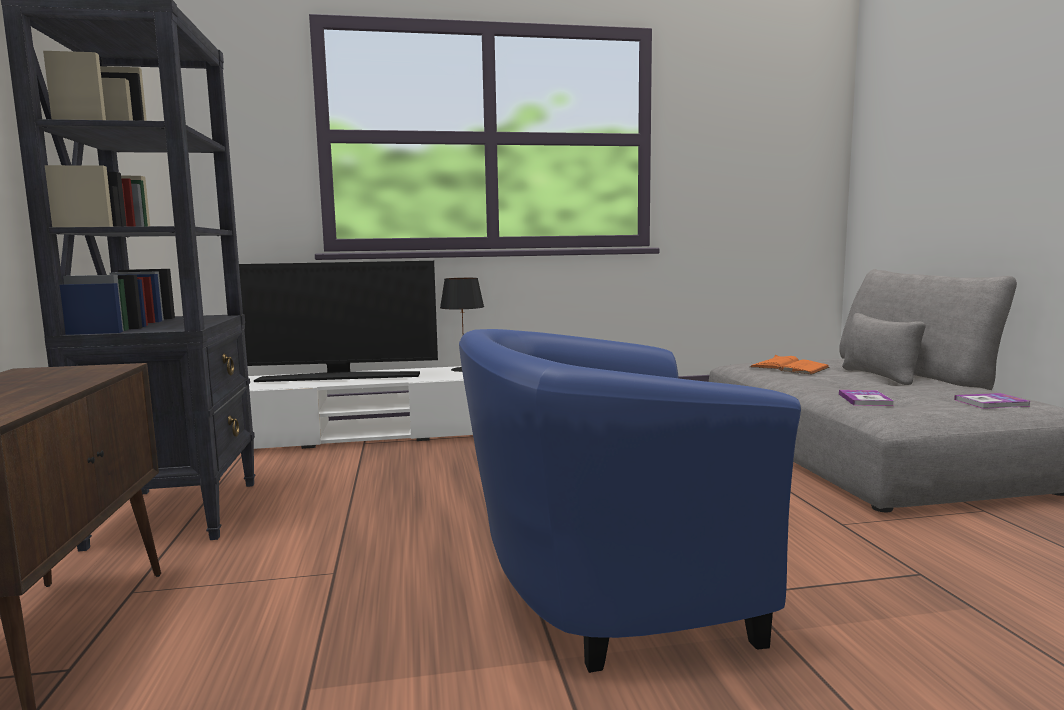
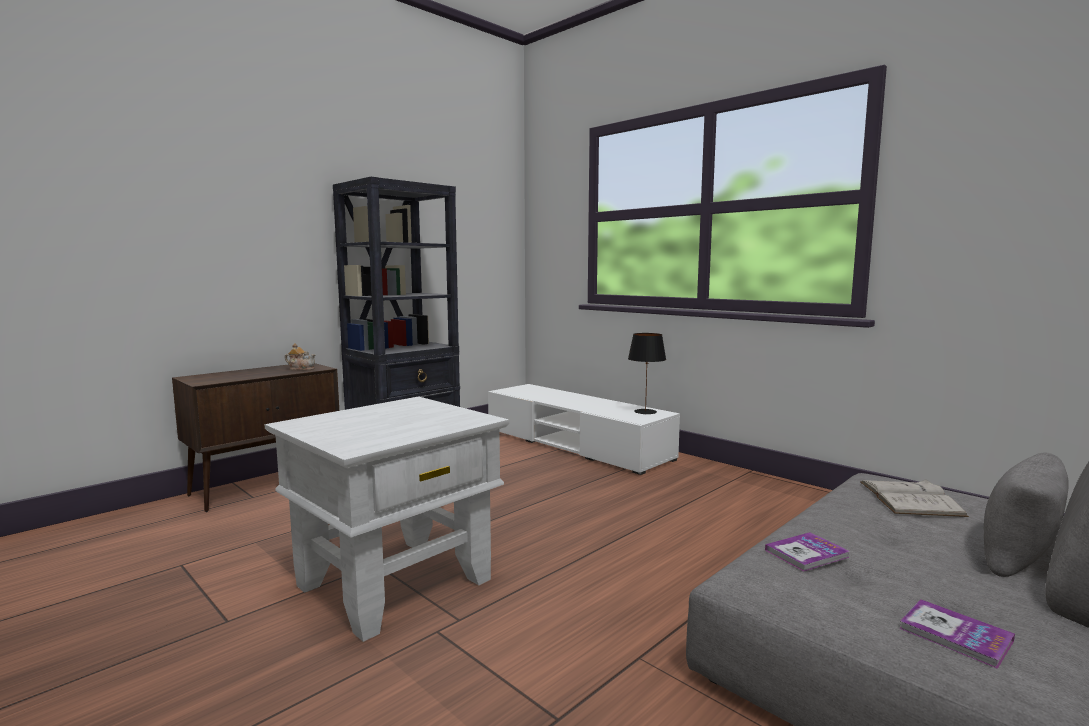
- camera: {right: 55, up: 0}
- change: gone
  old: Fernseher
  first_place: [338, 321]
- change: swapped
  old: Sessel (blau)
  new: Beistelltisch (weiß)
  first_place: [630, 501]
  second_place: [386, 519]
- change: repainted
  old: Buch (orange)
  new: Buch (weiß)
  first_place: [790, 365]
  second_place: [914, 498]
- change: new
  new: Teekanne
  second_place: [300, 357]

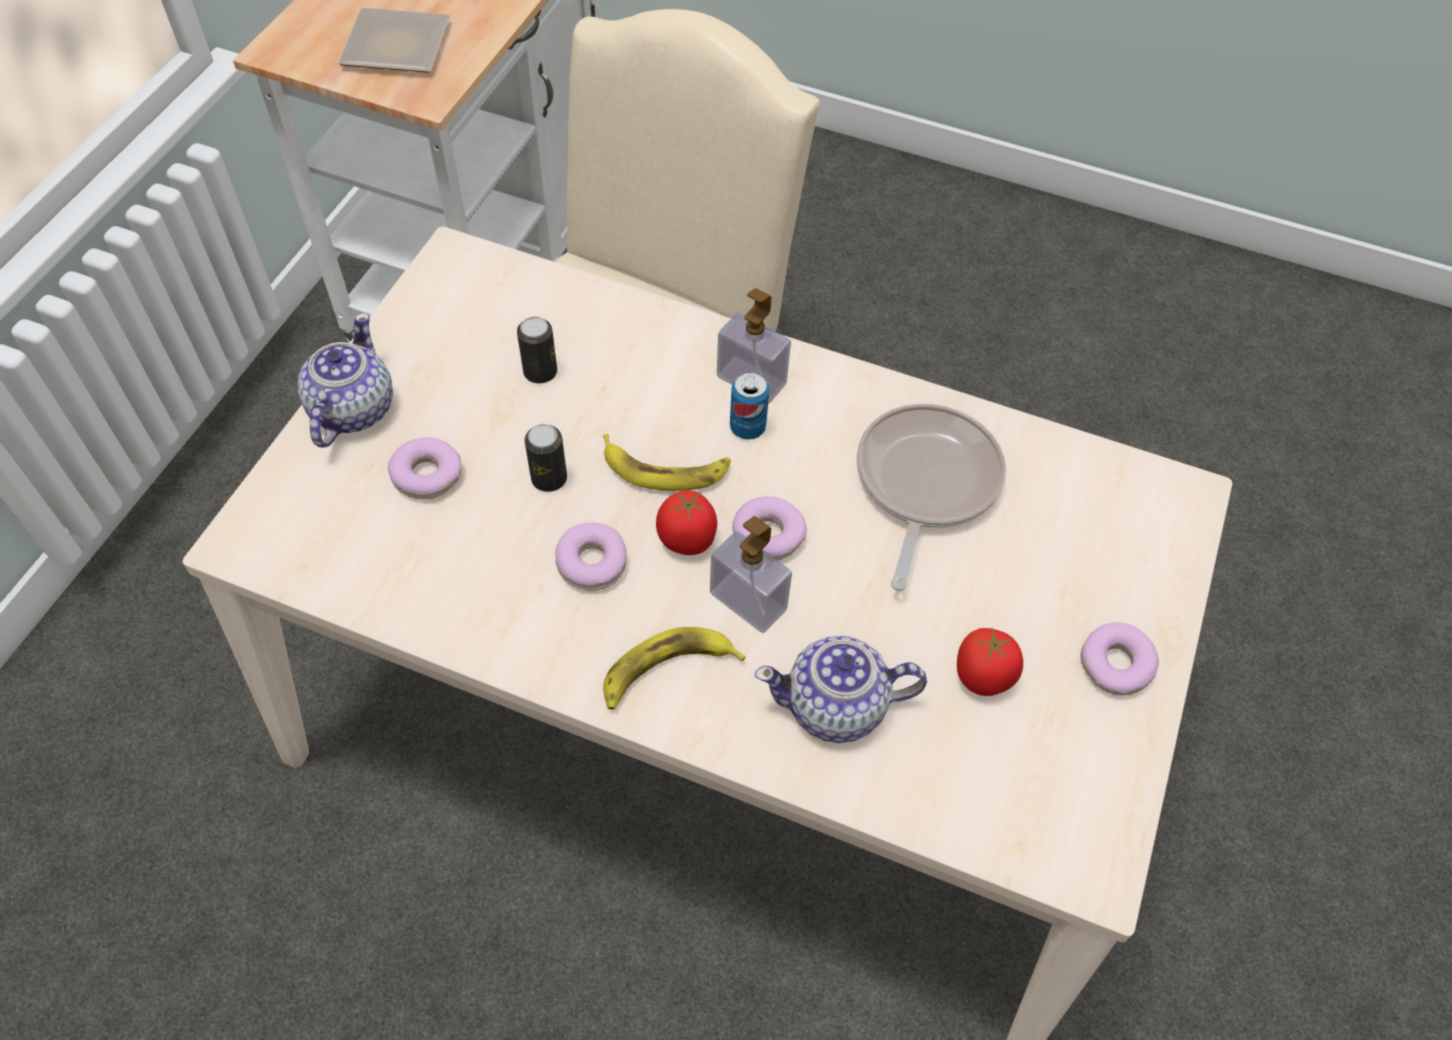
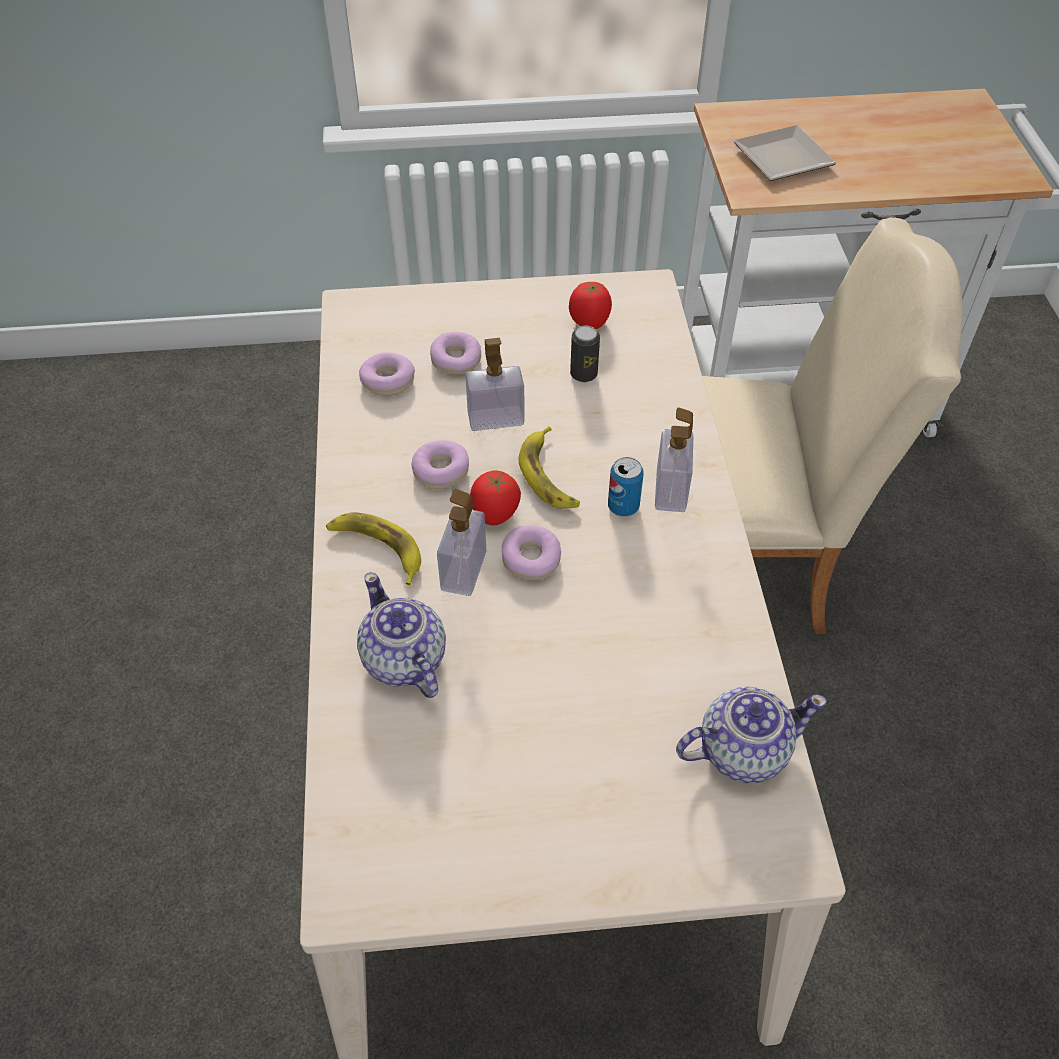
- camera: {right: 65, up: -5}
- change: shifted
  old: Teekanne
  first_place: [345, 380]
  second_place: [751, 734]
- change: gone
  old: Pfanne
  first_place: [931, 497]
- change: swapped
  old: Dose
  new: Seifenspender
  first_place: [546, 458]
  second_place: [495, 384]
- change: shifted
  old: Donut
  first_place: [1119, 659]
  second_place: [387, 374]
- change: shifted
  old: Tomate
  first_place: [990, 662]
  second_place: [590, 305]

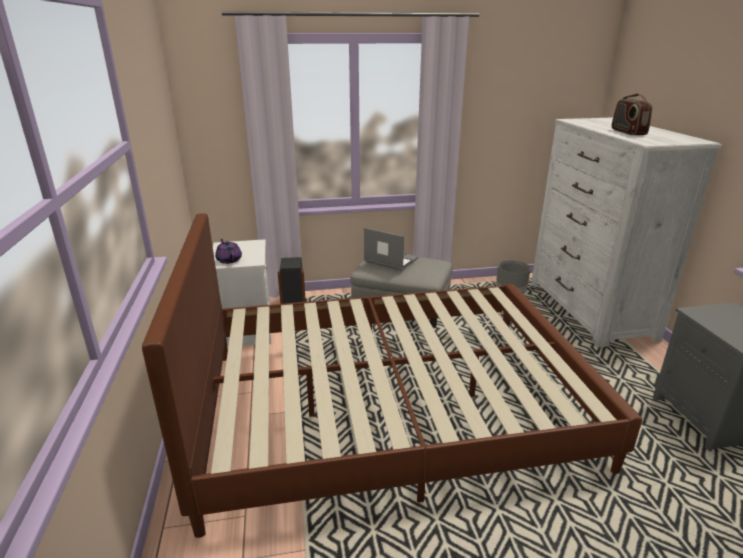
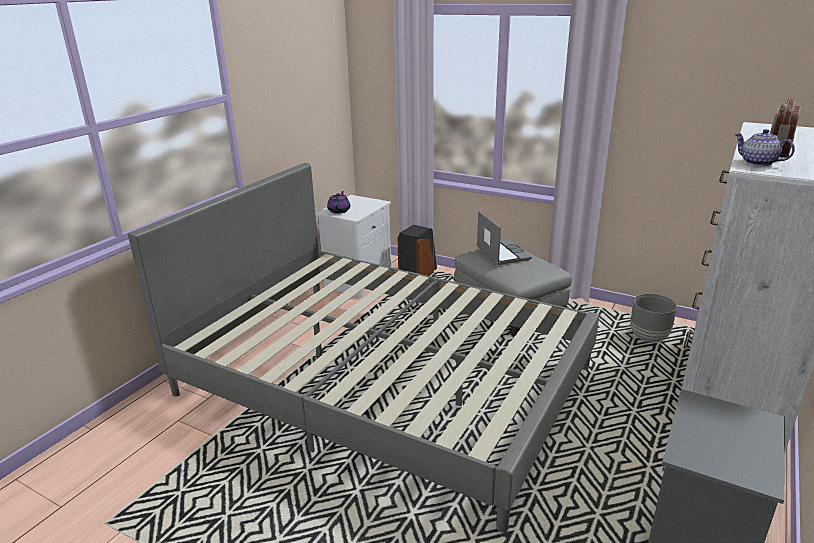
- camera: {right: 40, up: 0}
- change: repainted
  old: Bett (braun)
  new: Bett (grau)
  first_place: [392, 375]
  second_place: [363, 348]
- change: new
  new: Teekanne
  second_place: [765, 147]

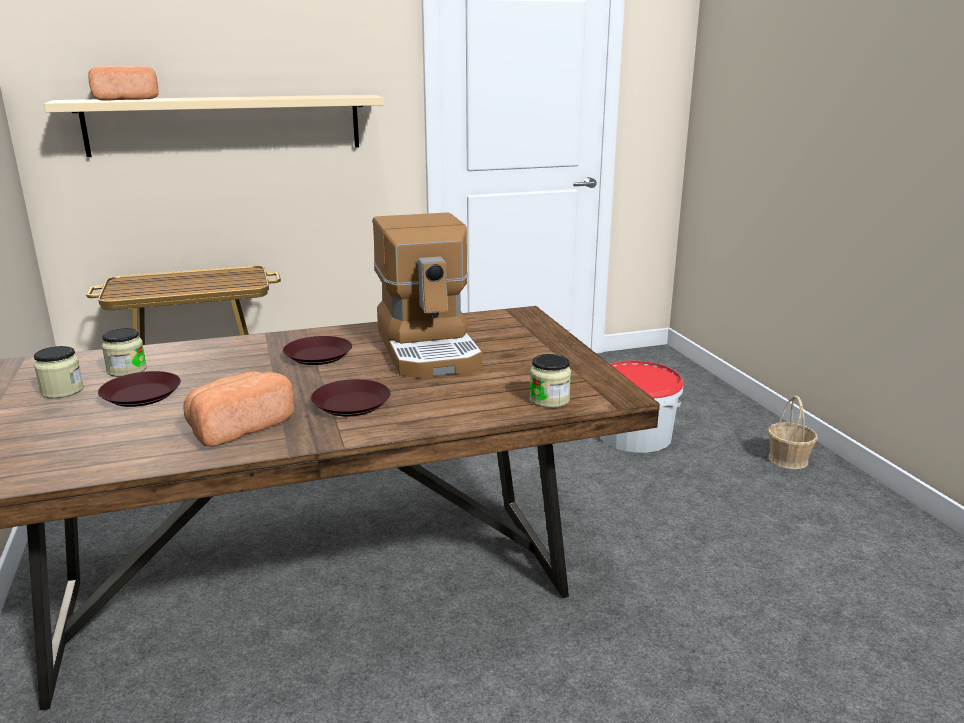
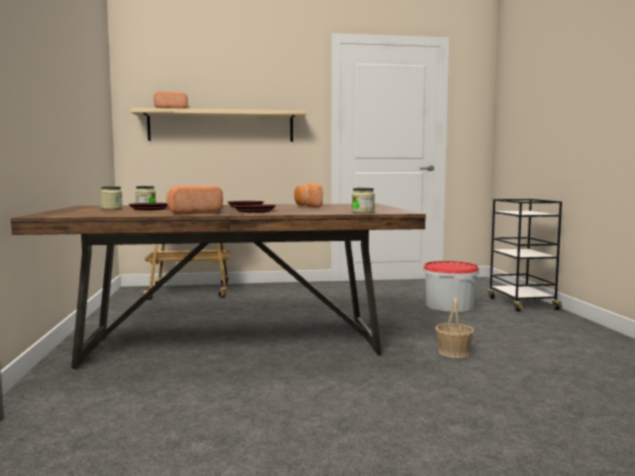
- camera: {right: 10, up: -15}
- change: swapped
  old: Kaffeemaschine
  new: Brot
  first_place: [427, 295]
  second_place: [308, 196]
- change: shifted
  old: Korb
  first_place: [793, 432]
  second_place: [455, 328]
- change: new
  new: Rollwagen (schwarz)
  second_place: [525, 255]

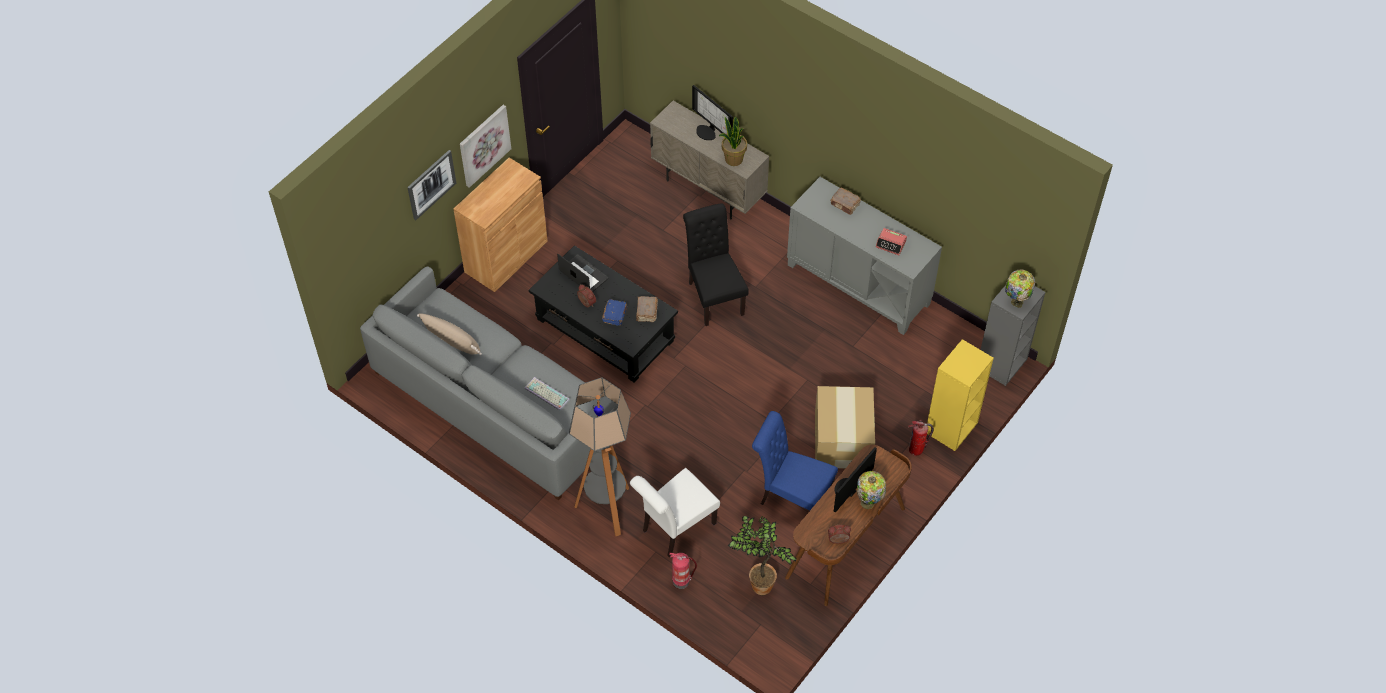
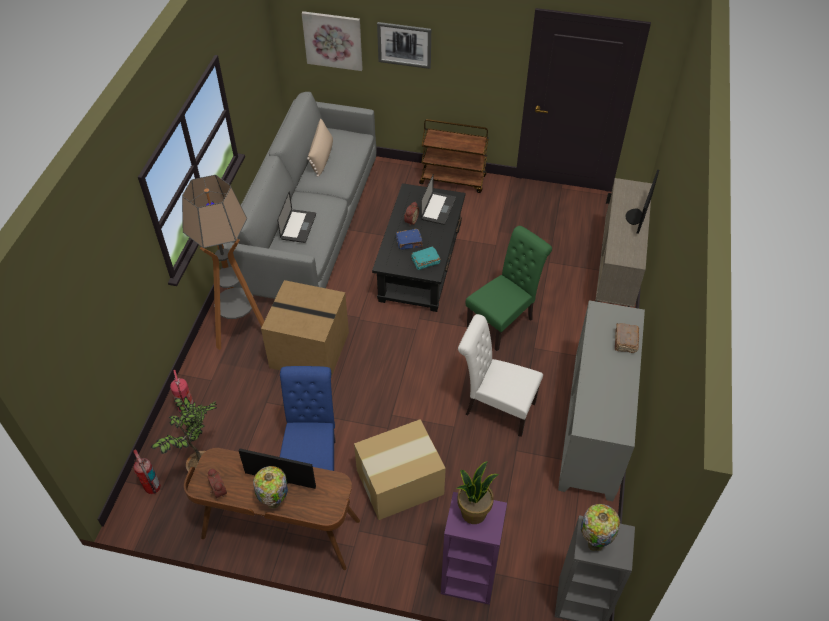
- camera: {right: 65, up: -5}
- change: shifted
  old: Bild
  first_place: [485, 146]
  second_place: [332, 41]
- change: shifted
  old: Topfpflanze
  first_place: [733, 141]
  second_place: [477, 492]
- change: swapped
  old: Schrank (braun)
  new: Rollwagen (braun)
  first_place: [500, 225]
  second_place: [454, 156]
- change: repainted
  old: Stuhl (schwarz)
  new: Stuhl (grün)
  first_place: [715, 264]
  second_place: [509, 288]
- change: gone
  old: Wecker
  first_place: [891, 241]
- change: repainted
  old: Buch (braun)
  new: Buch (türkis)
  first_place: [647, 309]
  second_place: [425, 258]
- change: repainted
  old: Bücherregal (gelb)
  new: Bücherregal (lila)
  first_place: [960, 395]
  second_place: [474, 548]
- change: swapped
  old: Tastatur
  new: Laptop
  first_place: [547, 394]
  second_place: [296, 217]
- change: shifted
  old: Feuerlöscher
  first_place: [921, 438]
  second_place: [147, 472]
- change: shifted
  old: Stuhl (weiß)
  first_place: [675, 512]
  second_place: [500, 375]
- change: new
  new: Karton
  second_place: [305, 328]

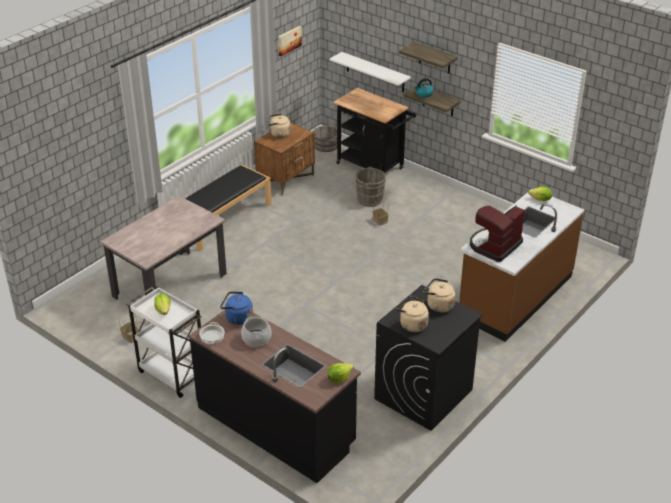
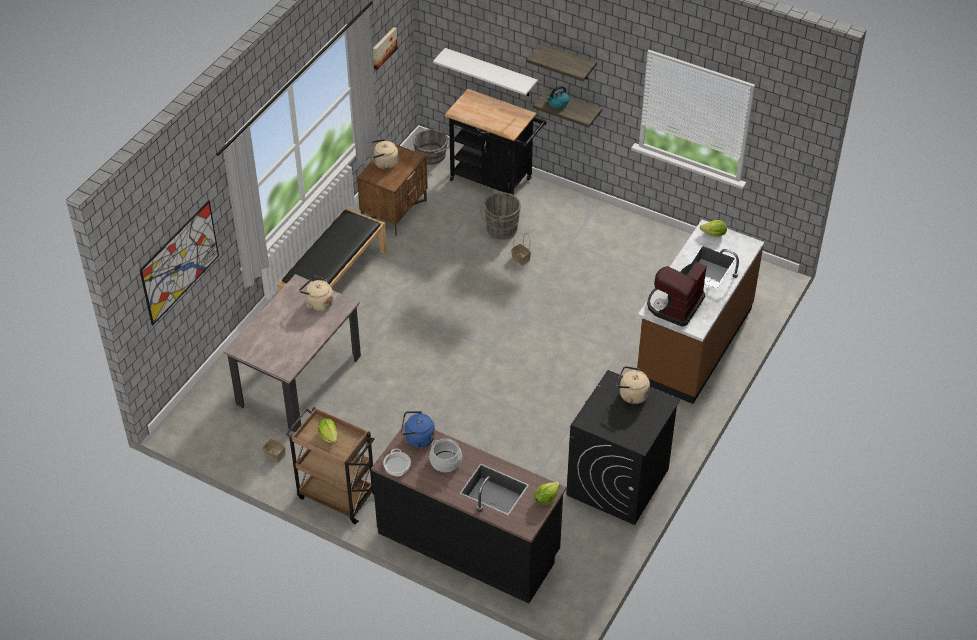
- camera: {right: -10, up: 10}
- change: repainted
  old: Rollwagen (weiß)
  new: Rollwagen (braun)
  first_place: [164, 342]
  second_place: [330, 465]
- change: shifted
  old: Wasserkessel (beige)
  first_place: [412, 314]
  second_place: [316, 294]
- change: new
  new: Bild
  second_place: [179, 263]

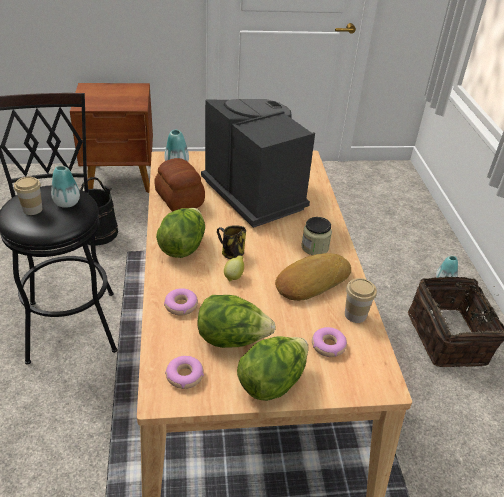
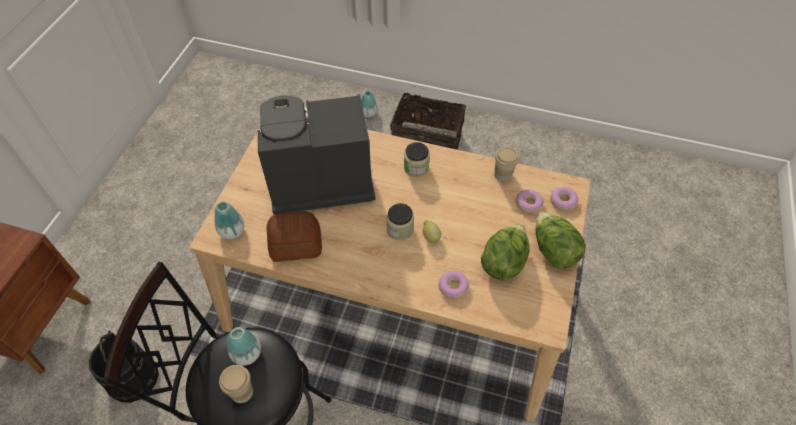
- camera: {right: -65, up: 15}
- change: gone
  old: Salatkopf
  first_place: [180, 233]
- change: swapped
  old: Henkelbecher
  new: Vorratsglas
  first_place: [231, 242]
  second_place: [400, 221]
- change: gone
  old: Brot
  first_place: [313, 277]
- change: shifted
  old: Donut
  first_place: [184, 372]
  second_place: [564, 199]

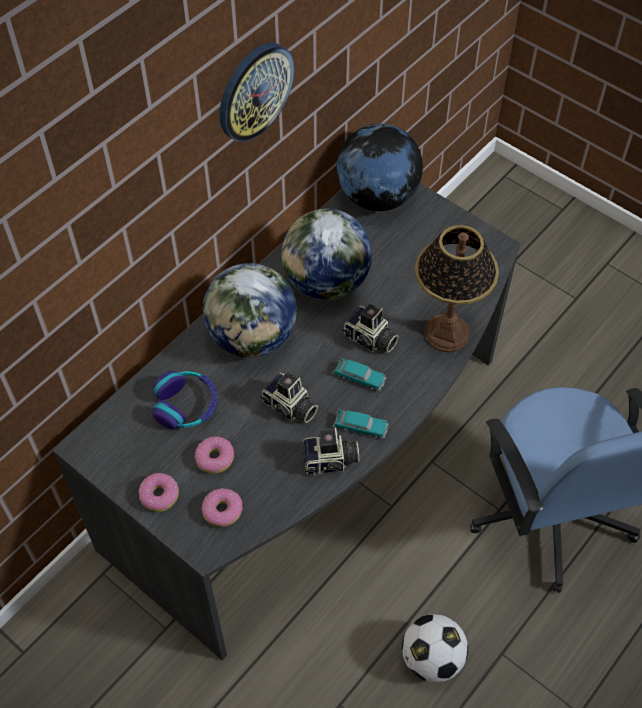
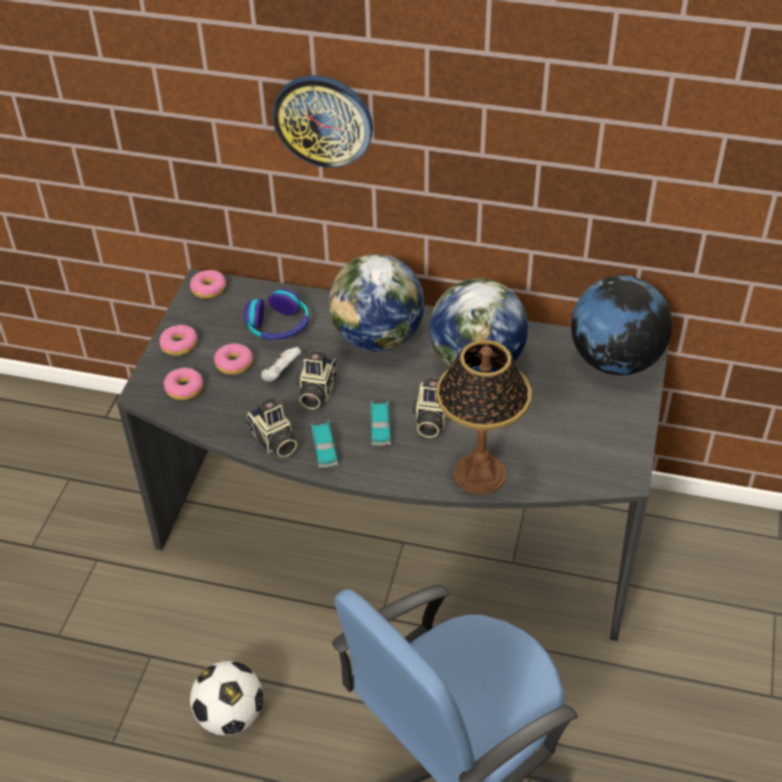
- camera: {right: 65, up: -10}
- change: shifted
  old: Wanduhr
  first_place: [257, 92]
  second_place: [322, 121]
- change: new
  new: Donut
  second_place: [208, 284]
- change: new
  new: Gamepad (weiß)
  second_place: [280, 364]

